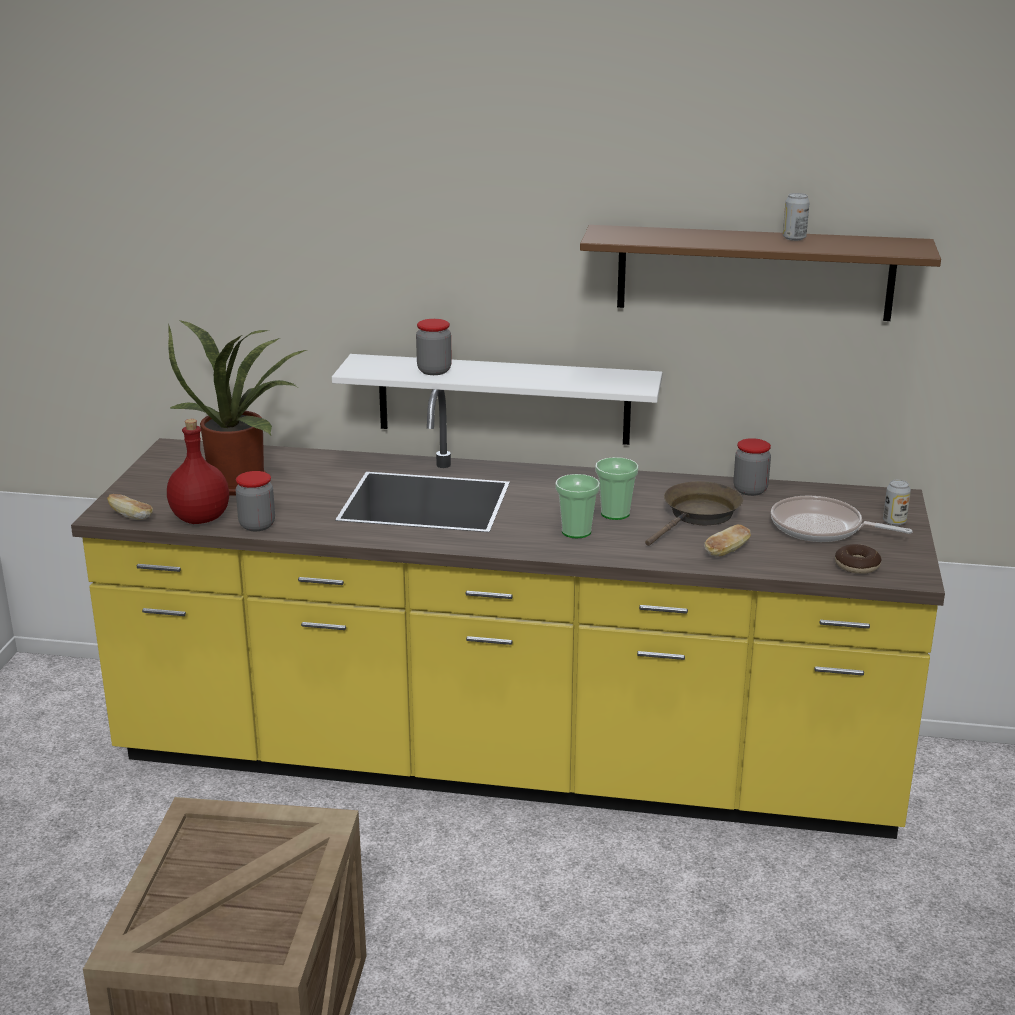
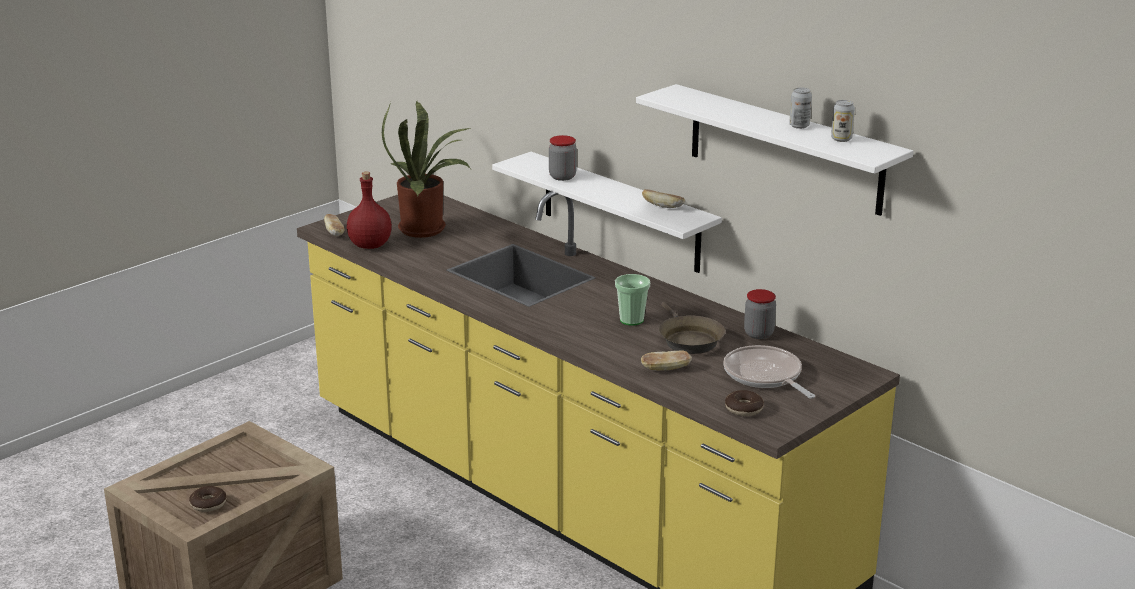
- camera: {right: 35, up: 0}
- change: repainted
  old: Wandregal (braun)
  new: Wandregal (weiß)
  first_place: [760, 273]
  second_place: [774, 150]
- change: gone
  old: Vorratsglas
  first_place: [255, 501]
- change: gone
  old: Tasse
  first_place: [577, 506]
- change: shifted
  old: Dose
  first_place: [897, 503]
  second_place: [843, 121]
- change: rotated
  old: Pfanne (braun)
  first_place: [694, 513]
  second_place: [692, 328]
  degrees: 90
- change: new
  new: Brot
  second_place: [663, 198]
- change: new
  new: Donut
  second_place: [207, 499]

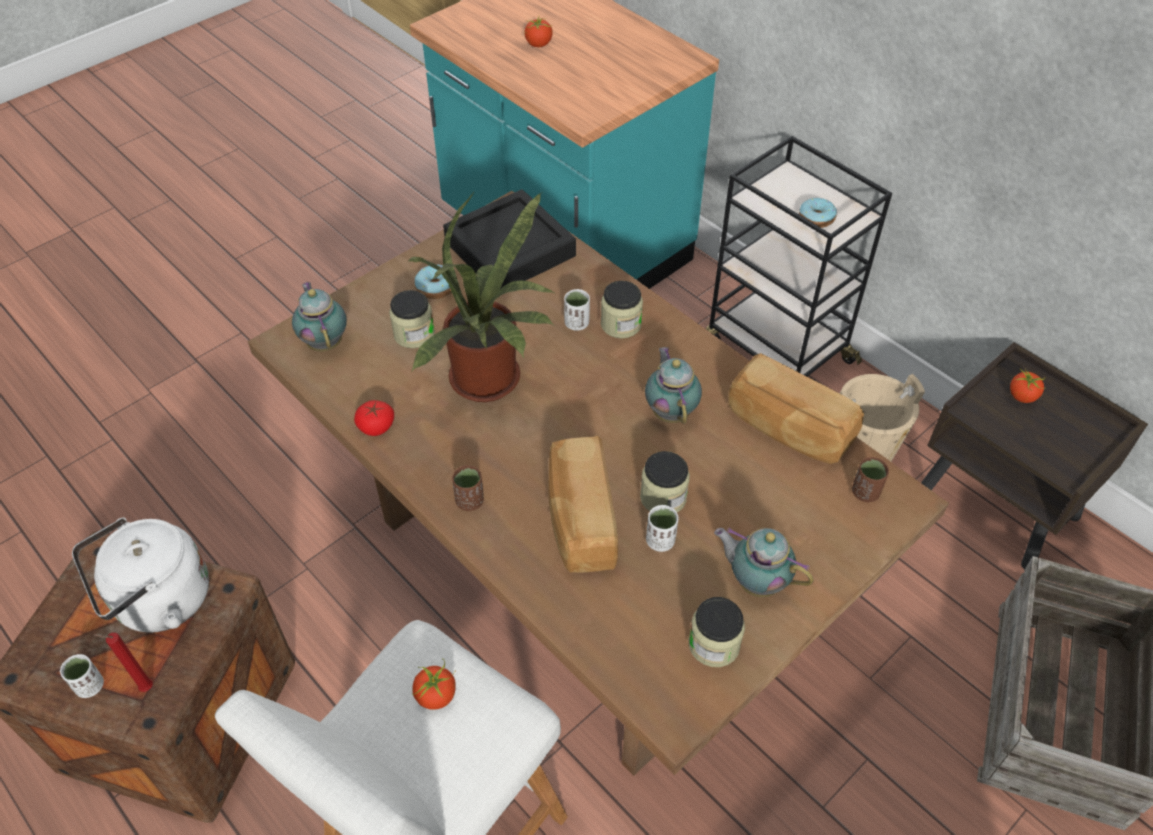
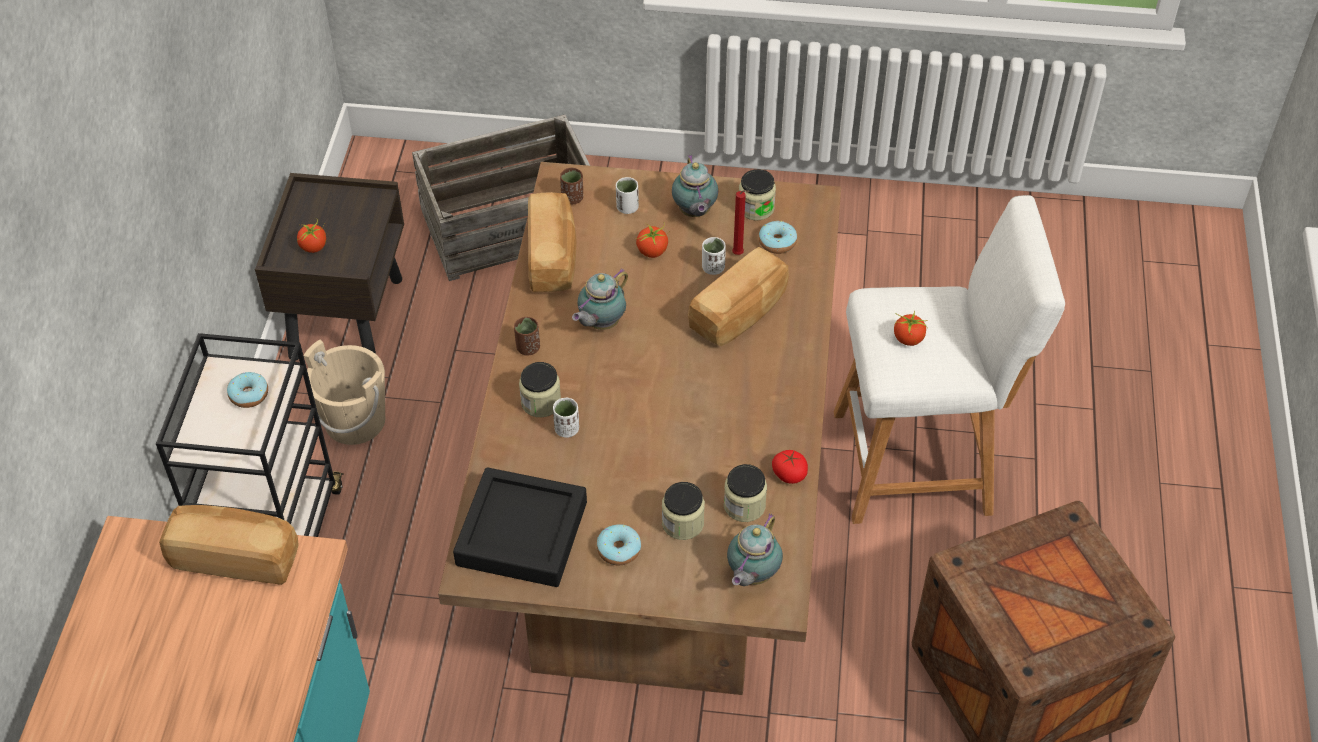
- camera: {right: -130, up: 0}
- change: shifted
  old: Tomate
  first_place: [538, 32]
  second_place: [653, 240]
- change: gone
  old: Topfpflanze
  first_place: [481, 297]
- change: shifted
  old: Vorratsglas
  first_place: [665, 481]
  second_place: [745, 493]
- change: shifted
  old: Tasse (braun)
  first_place: [468, 488]
  second_place: [527, 336]
- change: gone
  old: Wasserkessel (weiß)
  first_place: [140, 575]
- change: shifted
  old: Kerze (rot)
  first_place: [123, 662]
  second_place: [741, 222]
- change: shifted
  old: Tasse (weiß)
  first_place: [82, 676]
  second_place: [627, 195]
- change: new
  new: Donut
  second_place: [777, 237]
- change: new
  new: Brot
  second_place: [229, 545]

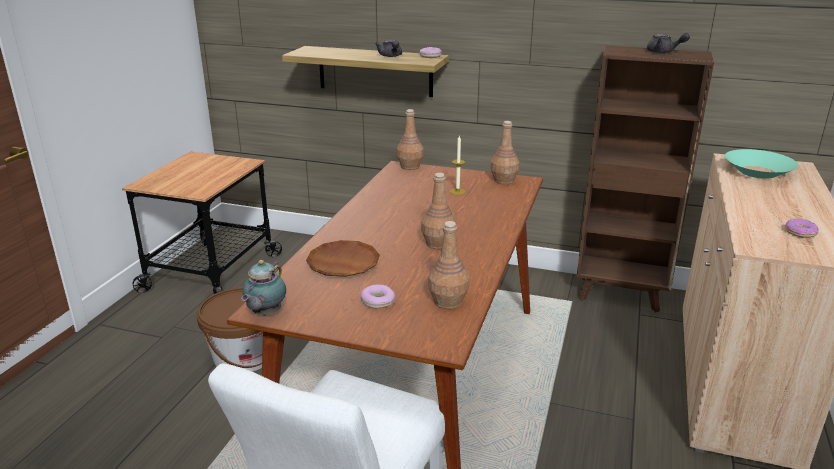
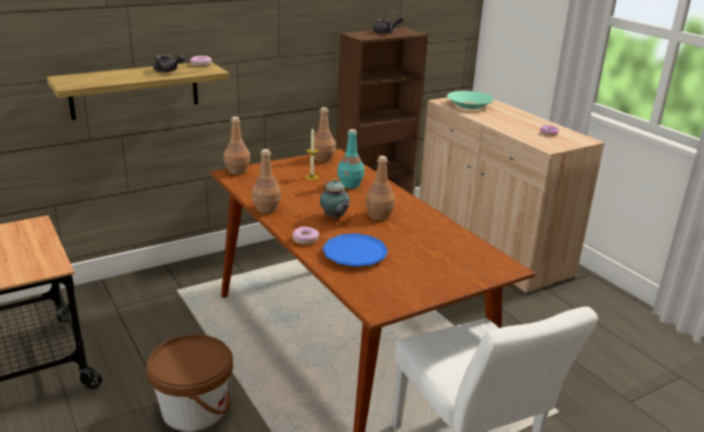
- camera: {right: -50, up: 0}
- change: shifted
  old: Flasche (braun)
  first_place: [448, 265]
  second_place: [266, 181]
- change: repainted
  old: Teller (braun)
  new: Teller (blau)
  first_place: [343, 258]
  second_place: [355, 250]
- change: shifted
  old: Teekanne
  first_place: [263, 288]
  second_place: [335, 198]
- change: shifted
  old: Donut
  first_place: [378, 296]
  second_place: [306, 235]
- change: new
  new: Flasche (türkis)
  second_place: [350, 159]

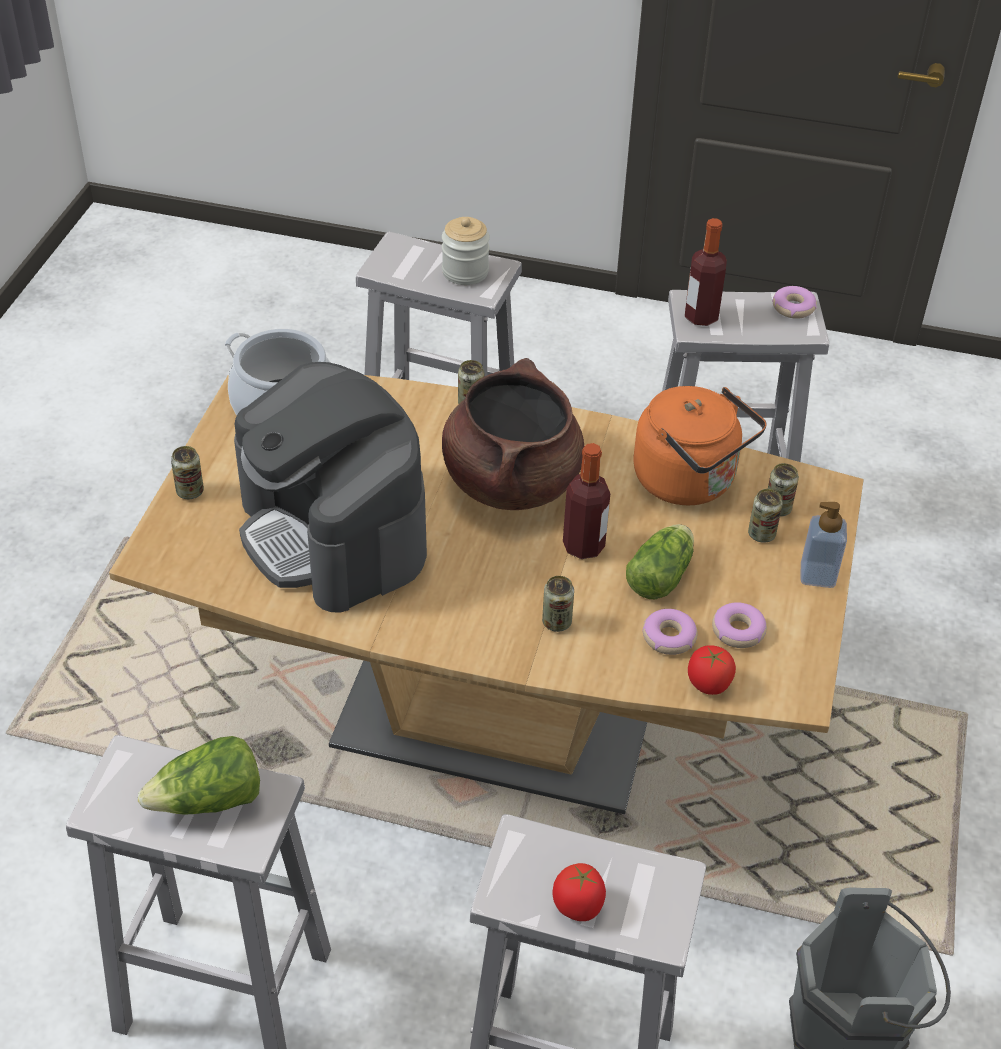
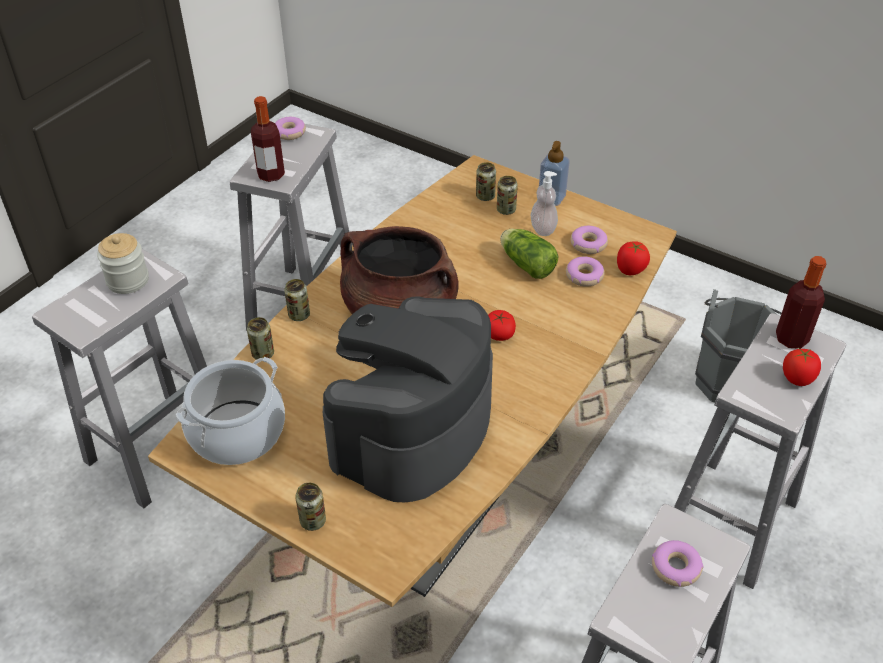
- camera: {right: -70, up: 0}
- change: rotated
  old: Kaffeemaschine
  first_place: [330, 487]
  second_place: [408, 399]
  degrees: 135
- change: gone
  old: Wasserkessel (orange)
  first_place: [700, 445]
- change: shifted
  old: Flasche
  first_place: [586, 501]
  second_place: [801, 302]
- change: shifted
  old: Dose
  first_place: [558, 604]
  second_place: [260, 338]
- change: swapped
  old: Salatkopf
  new: Donut
  first_place: [199, 775]
  second_place: [677, 563]
- change: new
  new: Seifenspender
  second_place: [544, 203]
- change: new
  new: Tomate
  second_place: [502, 325]

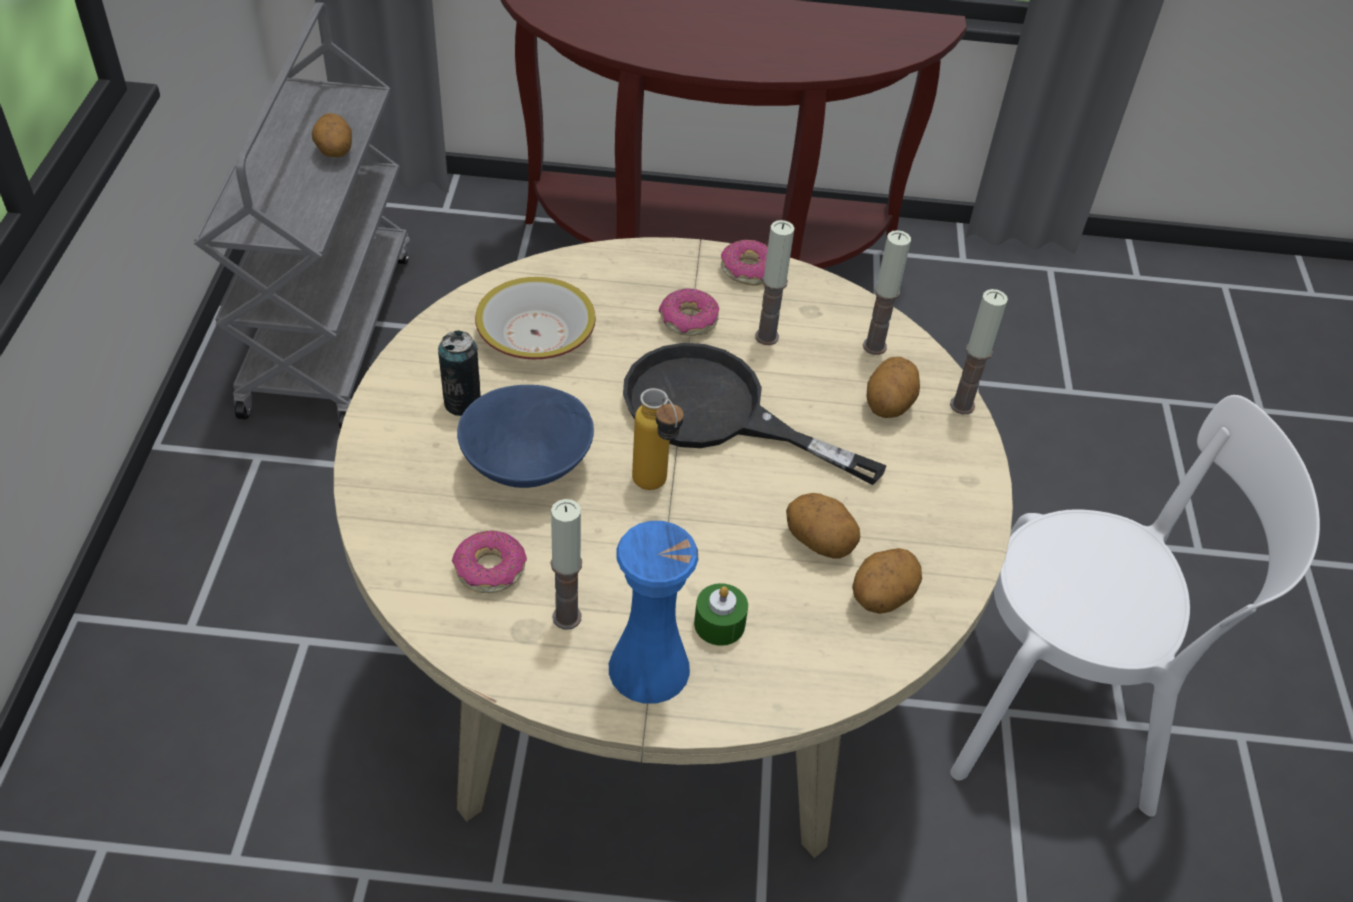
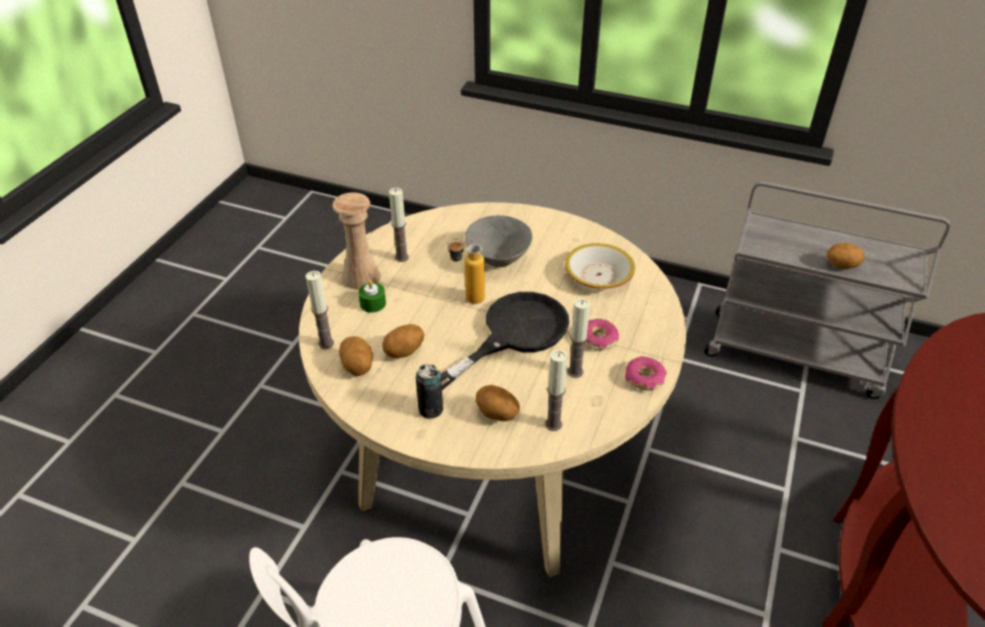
- camera: {right: 110, up: -5}
- change: shifted
  old: Kerze
  first_place: [979, 351]
  second_place: [320, 310]
- change: shifted
  old: Dose
  first_place: [459, 373]
  second_place: [429, 391]
- change: repainted
  old: Schüssel (blau)
  new: Schüssel (grau)
  first_place: [525, 436]
  second_place: [498, 241]
- change: repainted
  old: Vase (blau)
  new: Vase (beige)
  first_place: [653, 612]
  second_place: [356, 241]
- change: gone
  old: Donut
  first_place: [489, 561]

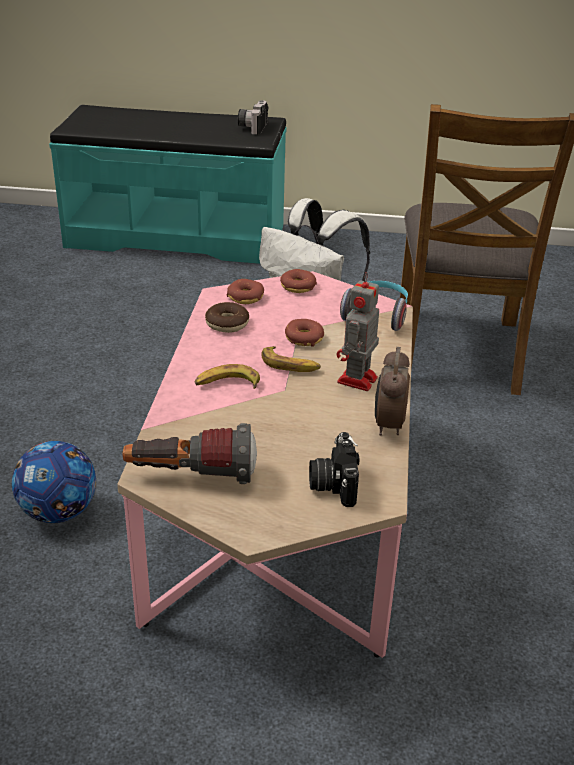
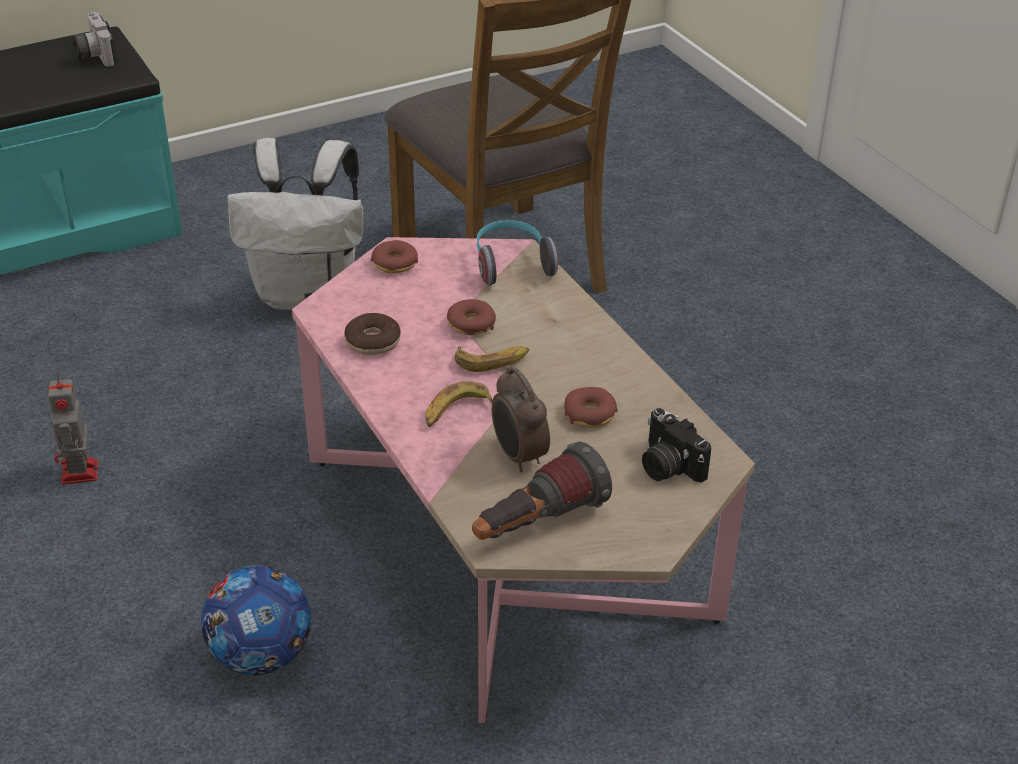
- camera: {right: -35, up: 5}
- change: shifted
  old: Spielzeugroboter
  first_place: [358, 331]
  second_place: [73, 429]
- change: shifted
  old: Donut
  first_place: [245, 291]
  second_place: [591, 407]
- change: shifted
  old: Wecker
  first_place: [392, 391]
  second_place: [521, 419]

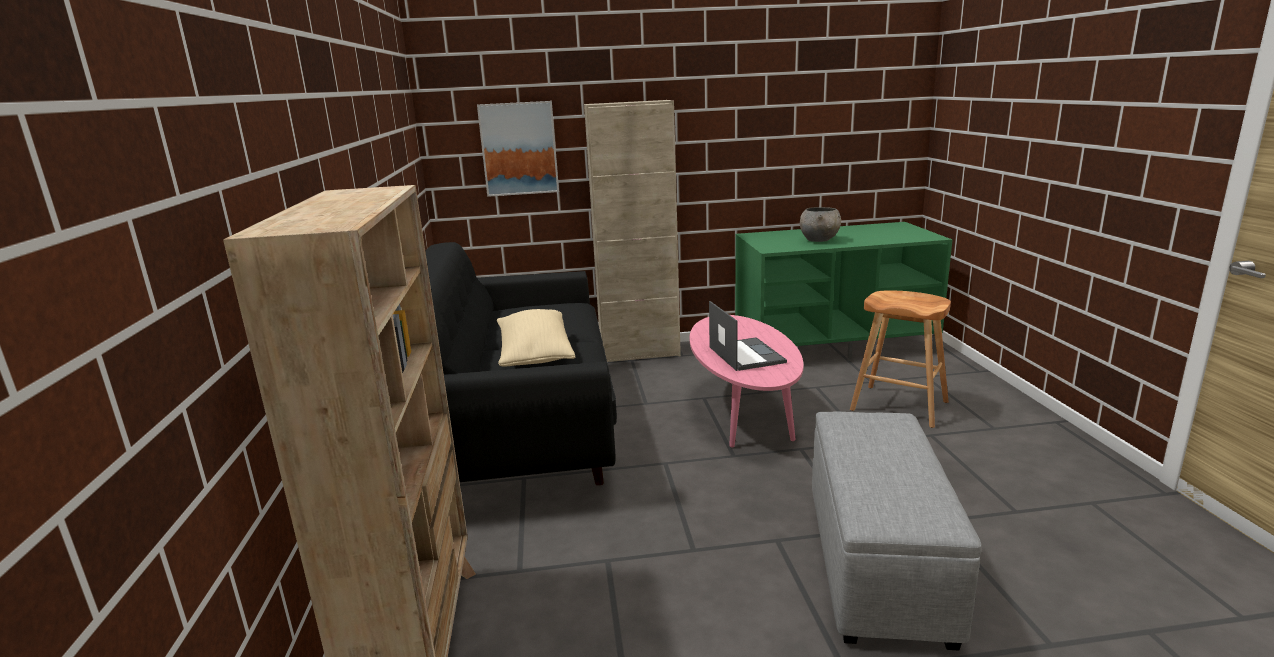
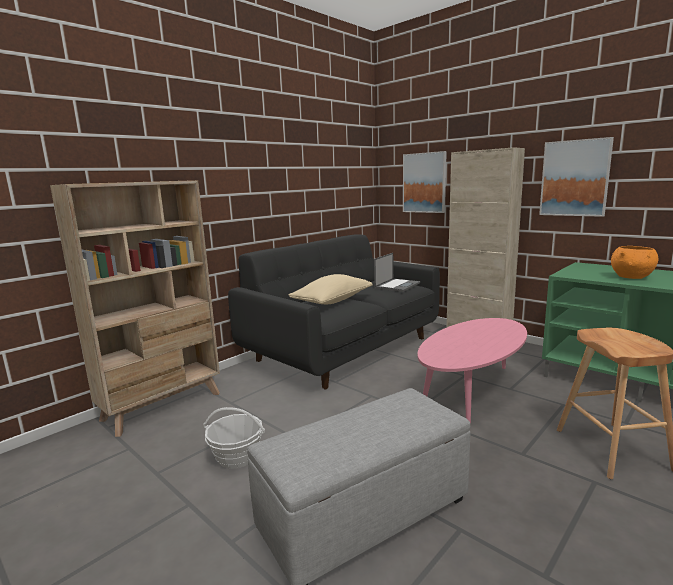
- camera: {right: 50, up: -5}
- change: repainted
  old: Schüssel (grau)
  new: Schüssel (orange)
  first_place: [820, 224]
  second_place: [634, 262]
- change: shifted
  old: Laptop
  first_place: [748, 336]
  second_place: [397, 272]
- change: new
  new: Bild
  second_place: [576, 177]
- change: new
  new: Korb
  second_place: [234, 438]

